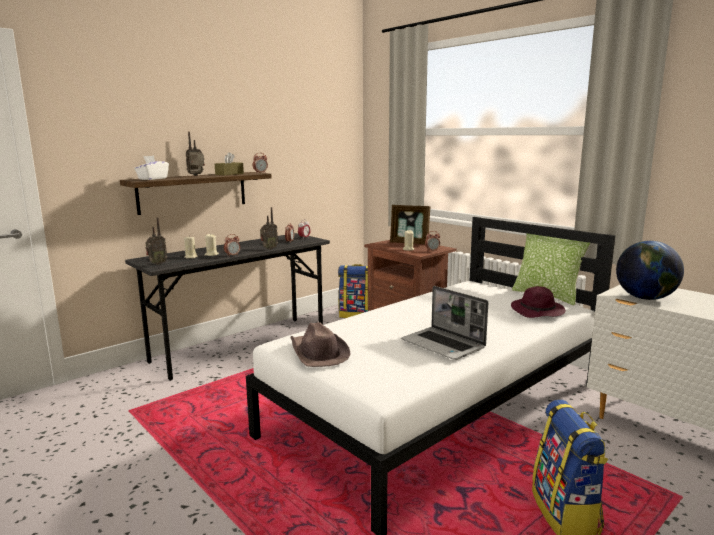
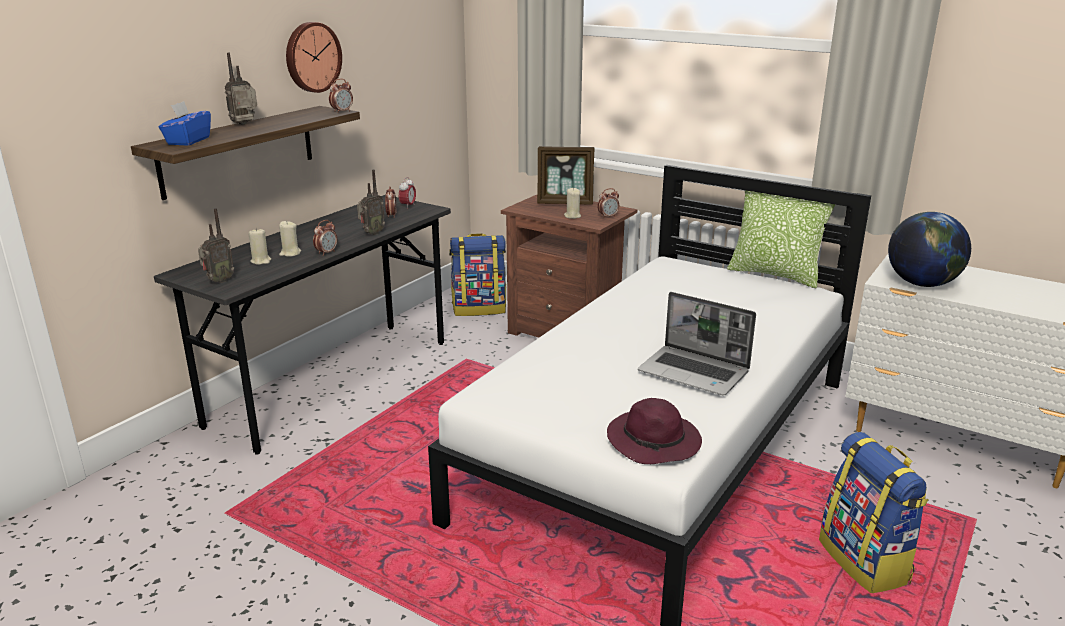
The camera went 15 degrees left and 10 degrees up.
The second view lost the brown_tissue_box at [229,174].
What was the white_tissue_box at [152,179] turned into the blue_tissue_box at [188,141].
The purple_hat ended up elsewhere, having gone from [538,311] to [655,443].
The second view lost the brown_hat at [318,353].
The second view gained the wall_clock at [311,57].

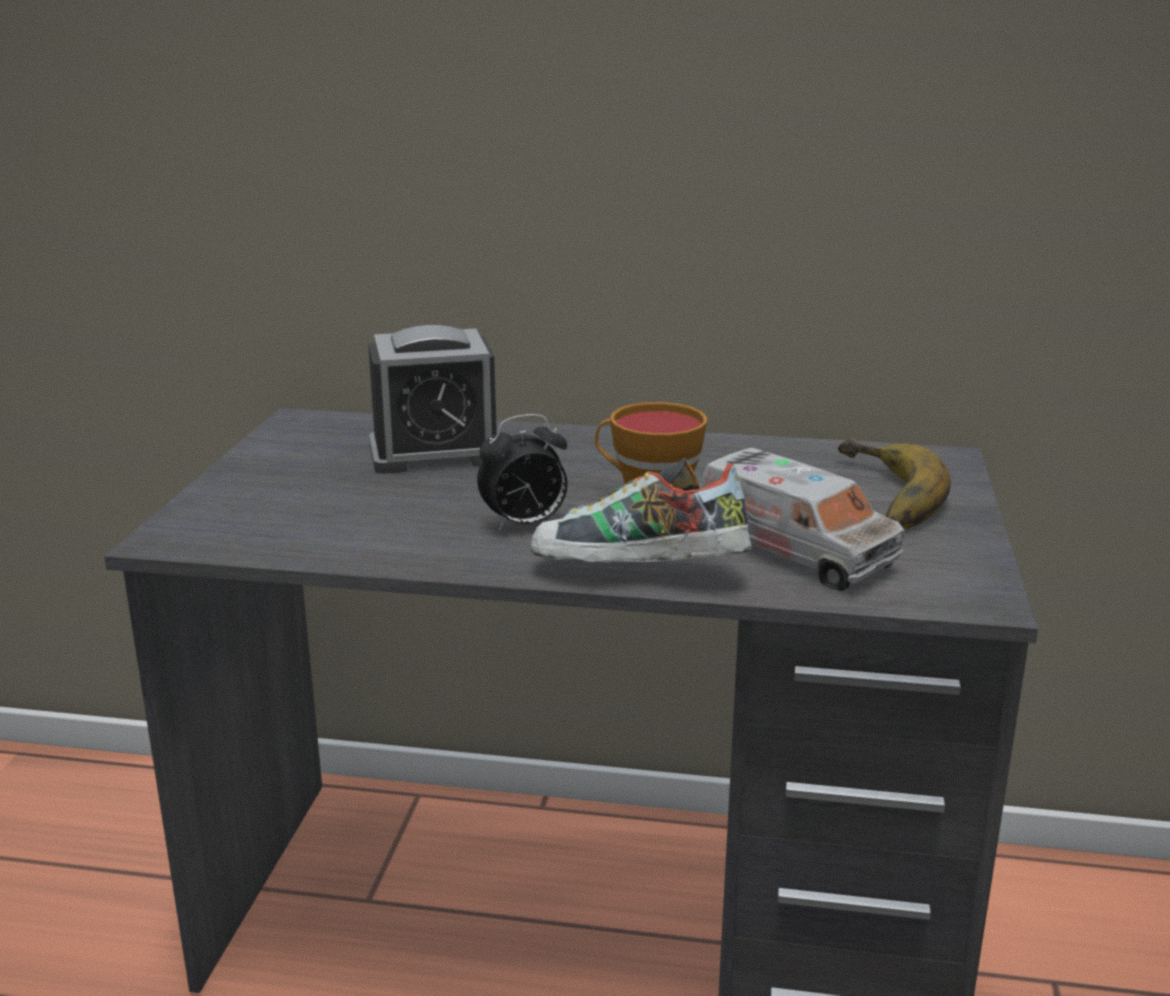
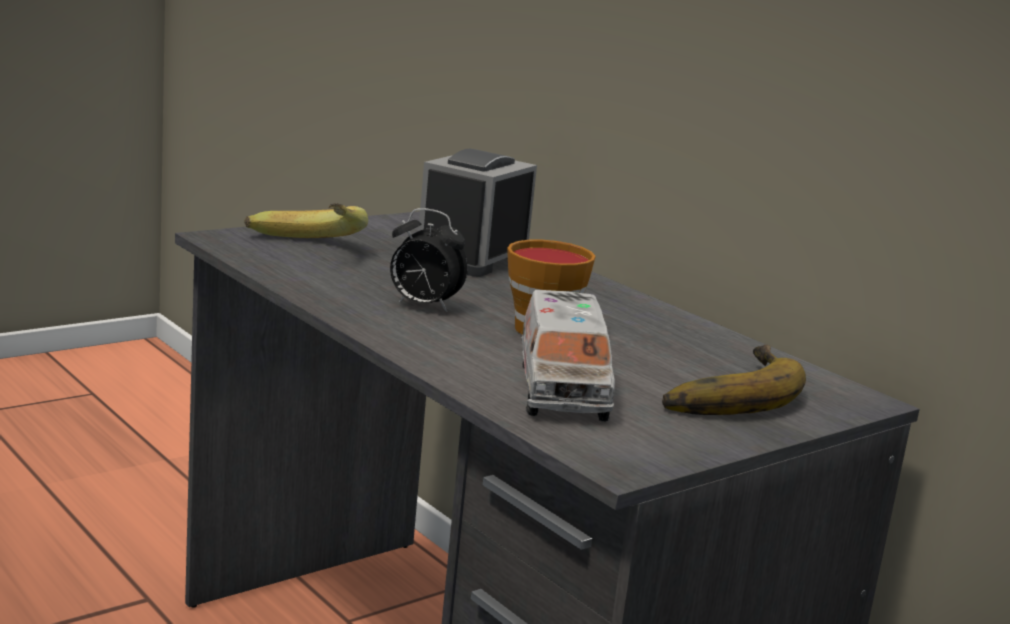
The camera went 40 degrees right and 5 degrees down.
The alarm_clock at [435,452] ended up facing another way, 90 degrees clockwise from before.
The second view lost the shoe at [638,575].
The second view gained the banana at [304,250].

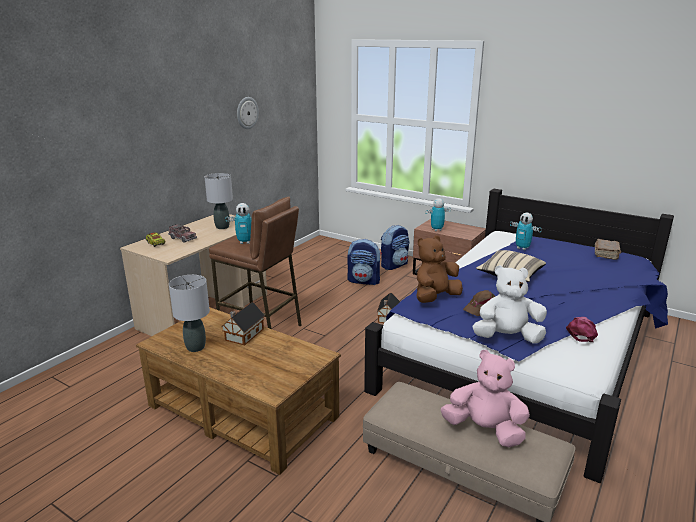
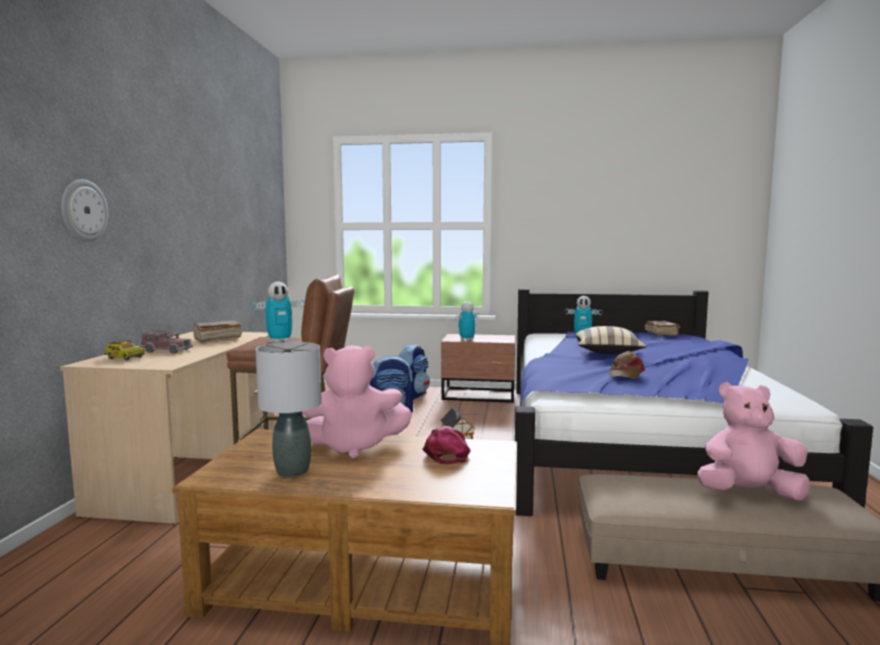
The camera went 25 degrees left and 15 degrees down.
The wall_clock ended up elsewhere, having gone from [247,113] to [83,210].
Where the grey_table_lamp stood at [222,227], the brown_book came to stand at [217,339].
The second view lost the brown_plush_toy at [435,298].
The second view lost the white_plush_toy at [507,337].
Where the toy_house stood at [243,335], the pink_plush_toy came to stand at [354,446].
The pink_cap ended up elsewhere, having gone from [582,332] to [447,453].

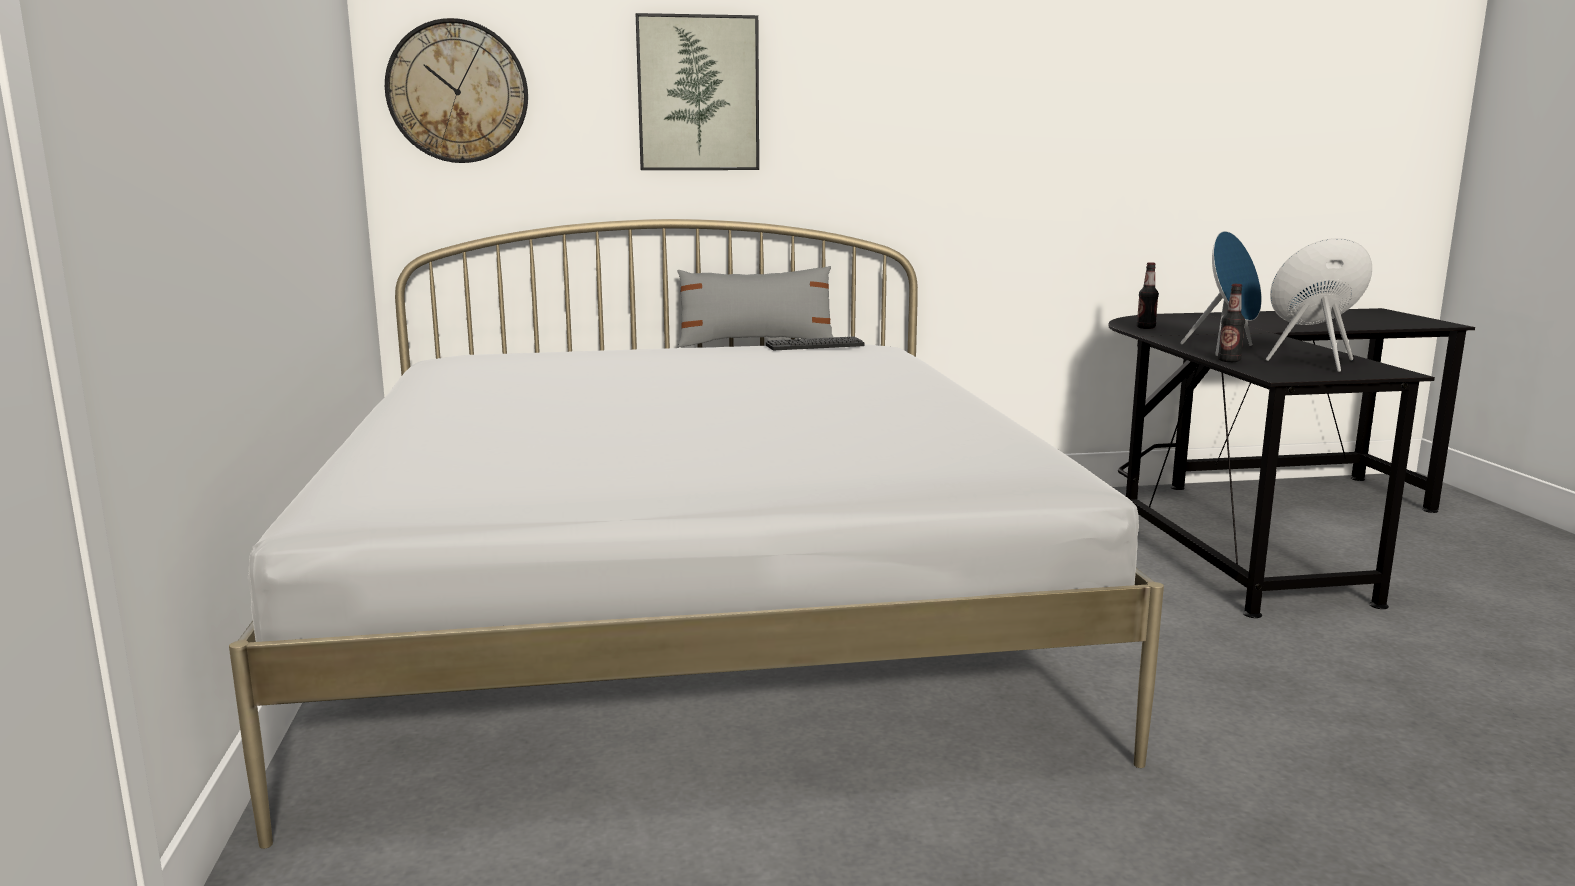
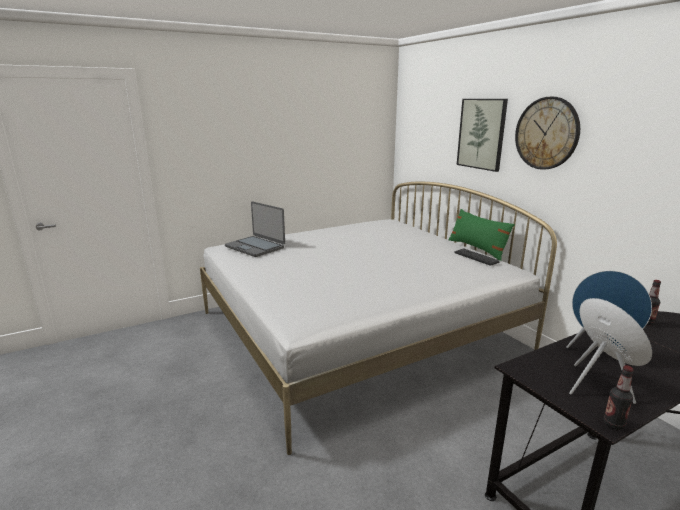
The camera went 70 degrees right and 5 degrees up.
The wall_clock ended up elsewhere, having gone from [457,92] to [546,133].
What was the grey_pillow at [756,343] turned into the green_pillow at [477,249].
The bottle ended up elsewhere, having gone from [1229,361] to [613,424].
The second view gained the laptop at [255,247].

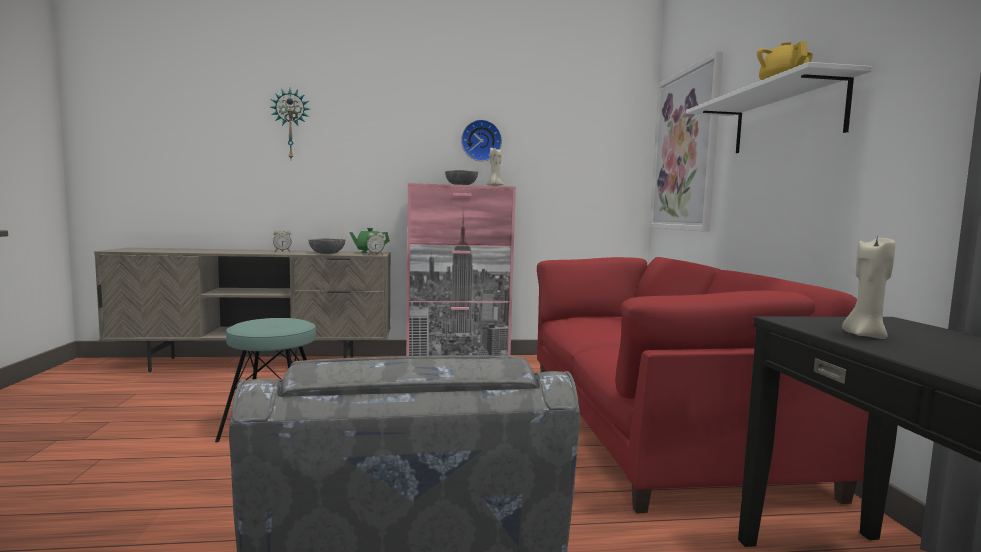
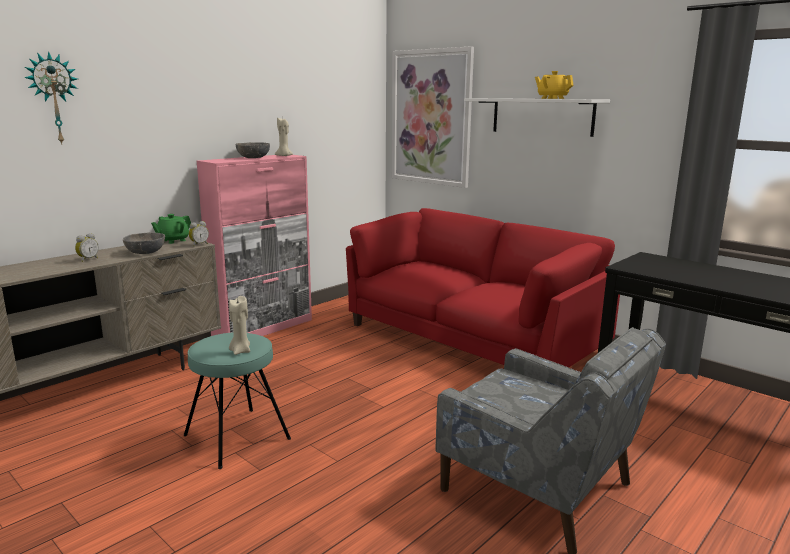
The camera went 40 degrees left and 10 degrees up.
The second view lost the wall_clock at [481,141].
The beige_candle ended up elsewhere, having gone from [864,335] to [240,351].

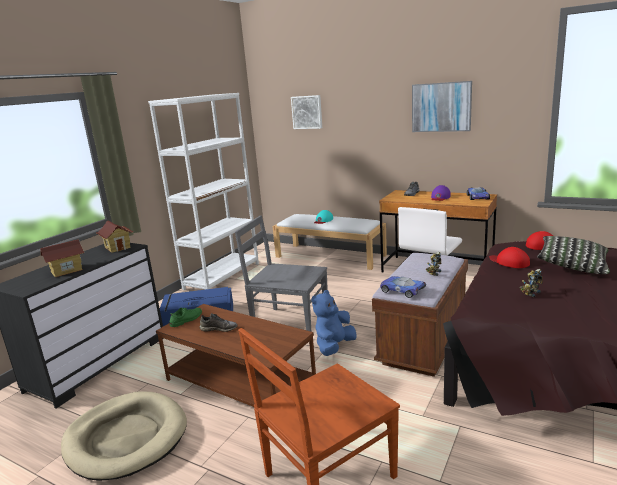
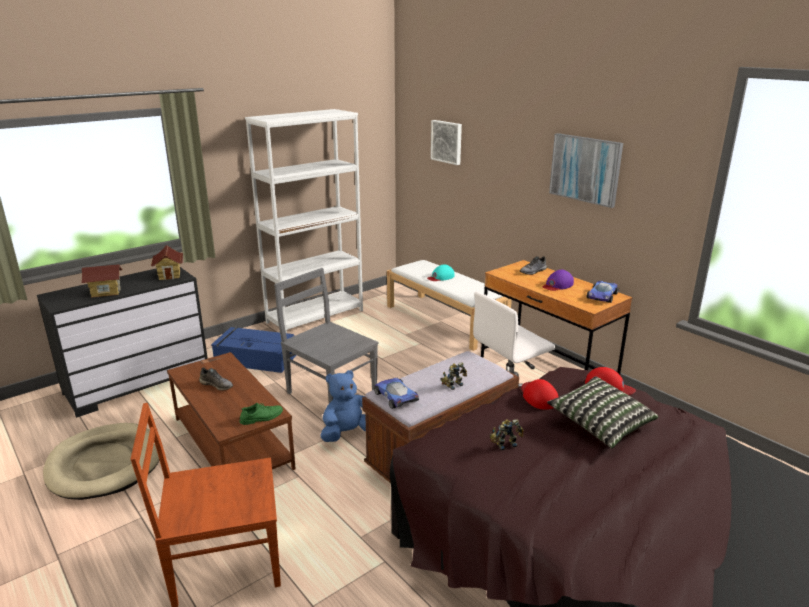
The camera went 20 degrees right and 5 degrees up.
The green_shoe ended up elsewhere, having gone from [186,319] to [261,417].

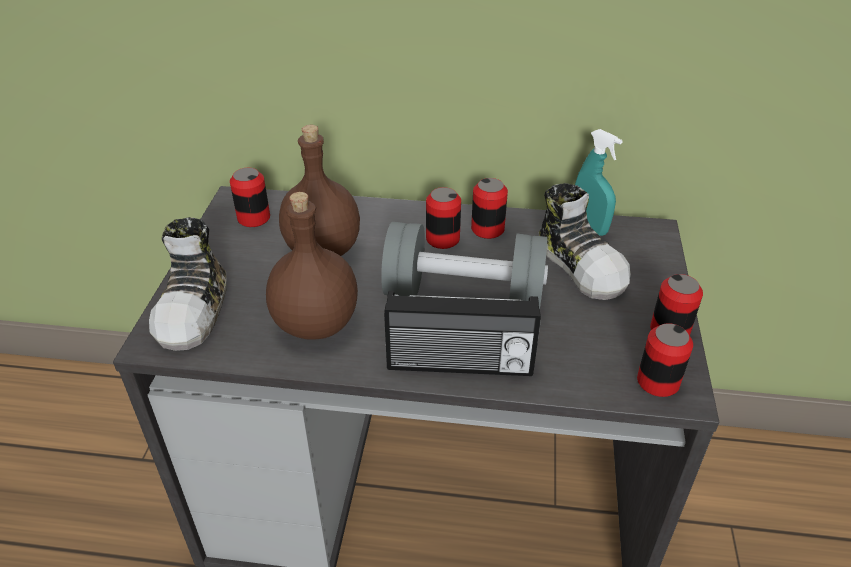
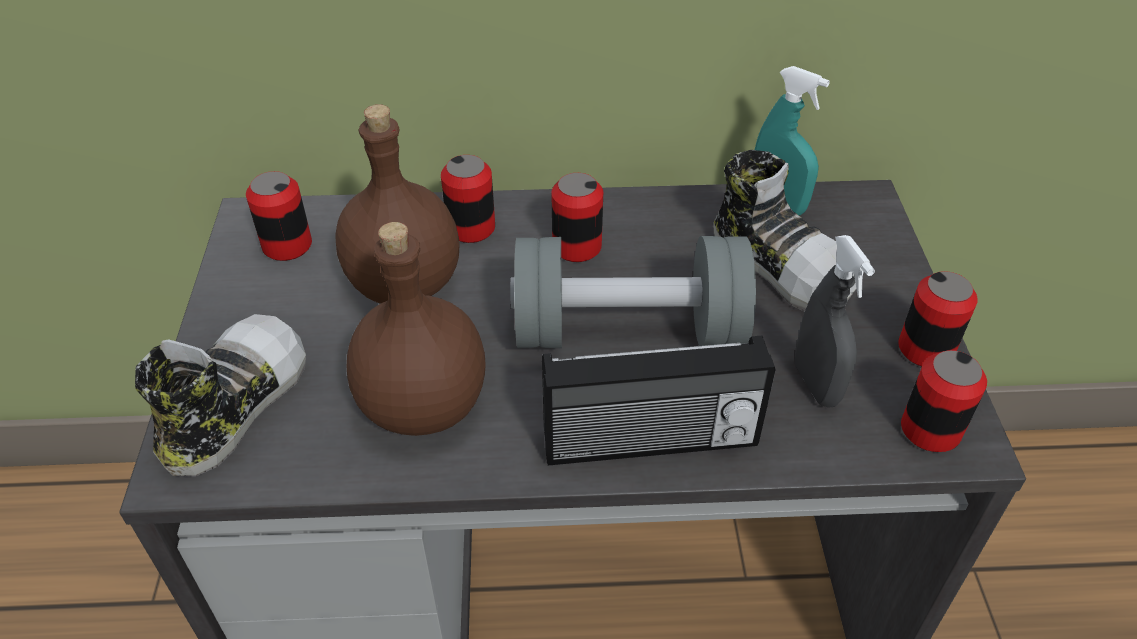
The camera went 10 degrees left and 5 degrees up.
The can ended up elsewhere, having gone from [487,229] to [471,228].
The shoe at [195,308] ended up facing another way, 150 degrees counterclockwise from before.
The second view gained the grey_spray_bottle at [816,384].

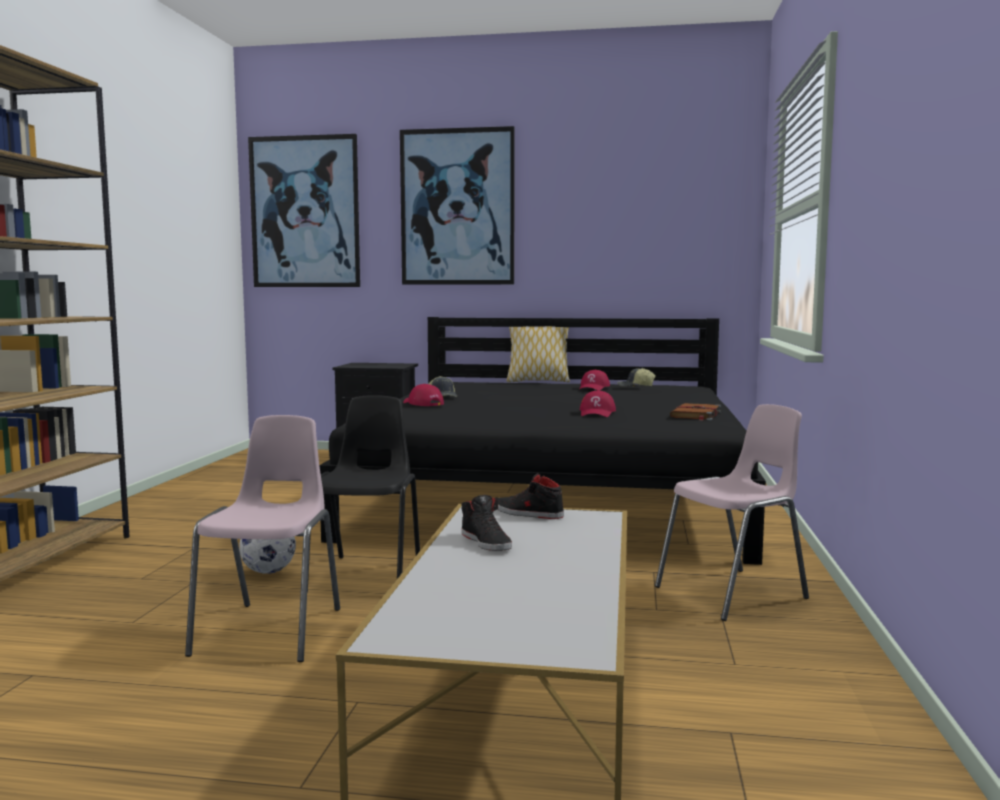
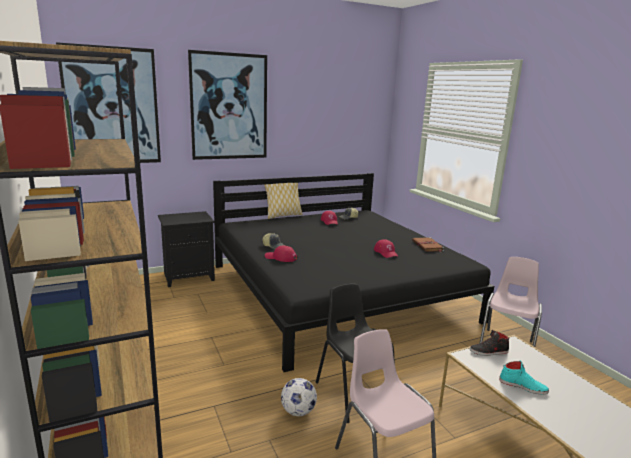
The camera went 35 degrees left and 10 degrees up.
What was the black_shoe at [486,542] turned into the turquoise_shoe at [523,386].

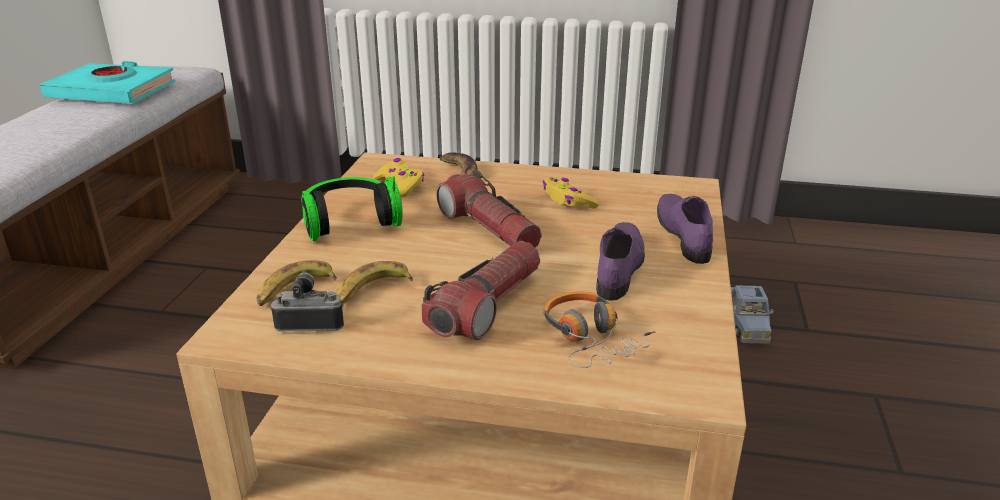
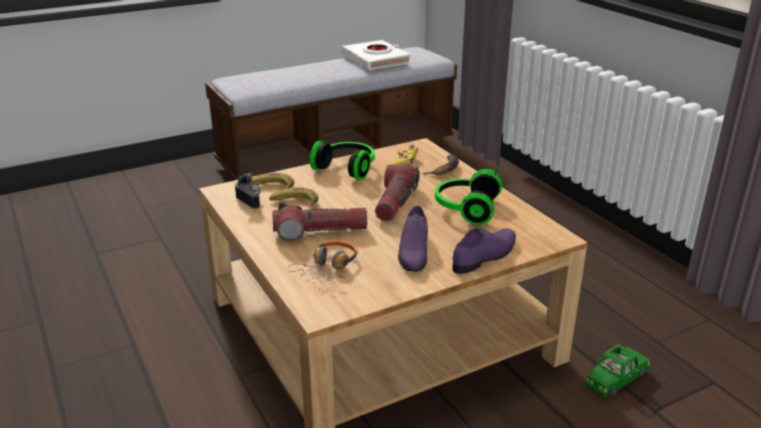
The camera went 50 degrees right and 0 degrees up.
What was the turquoise_book at [112,91] turned into the white_book at [376,60].
Where the yellow_game_controller stood at [568,200], the headphones came to stand at [465,209].
The purple_shoe at [620,266] ended up facing another way, 120 degrees clockwise from before.
What was the blue_toy_car at [745,323] turned into the green_toy_car at [616,378].

